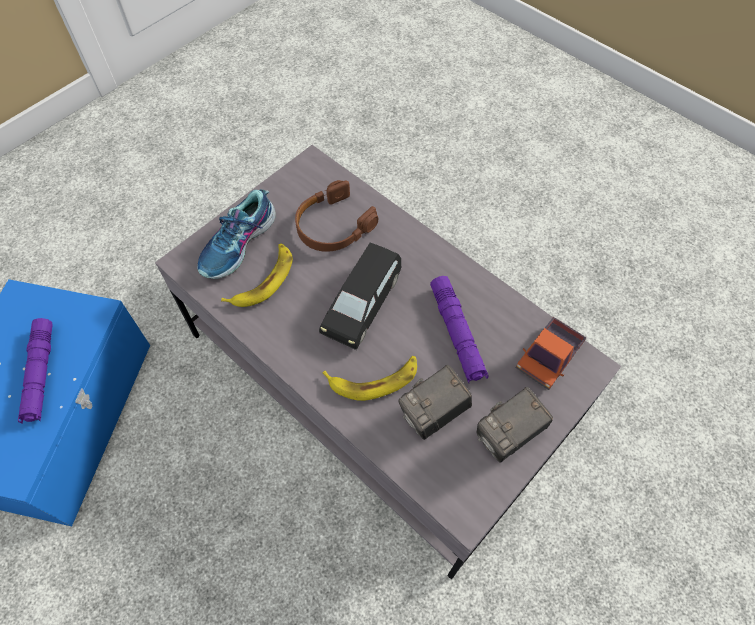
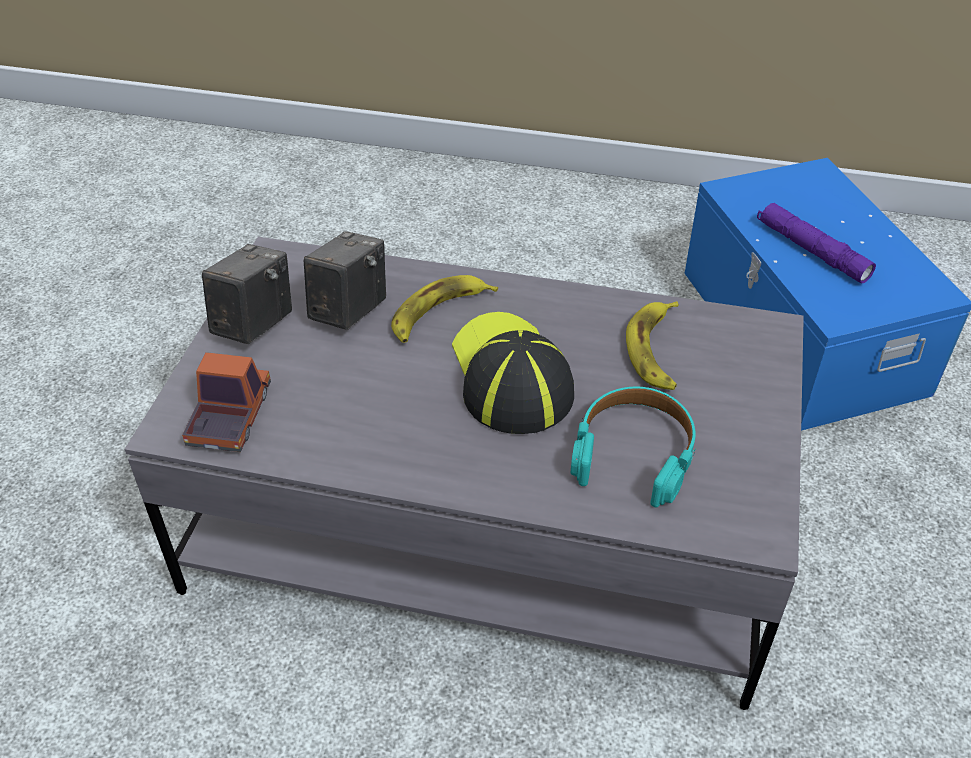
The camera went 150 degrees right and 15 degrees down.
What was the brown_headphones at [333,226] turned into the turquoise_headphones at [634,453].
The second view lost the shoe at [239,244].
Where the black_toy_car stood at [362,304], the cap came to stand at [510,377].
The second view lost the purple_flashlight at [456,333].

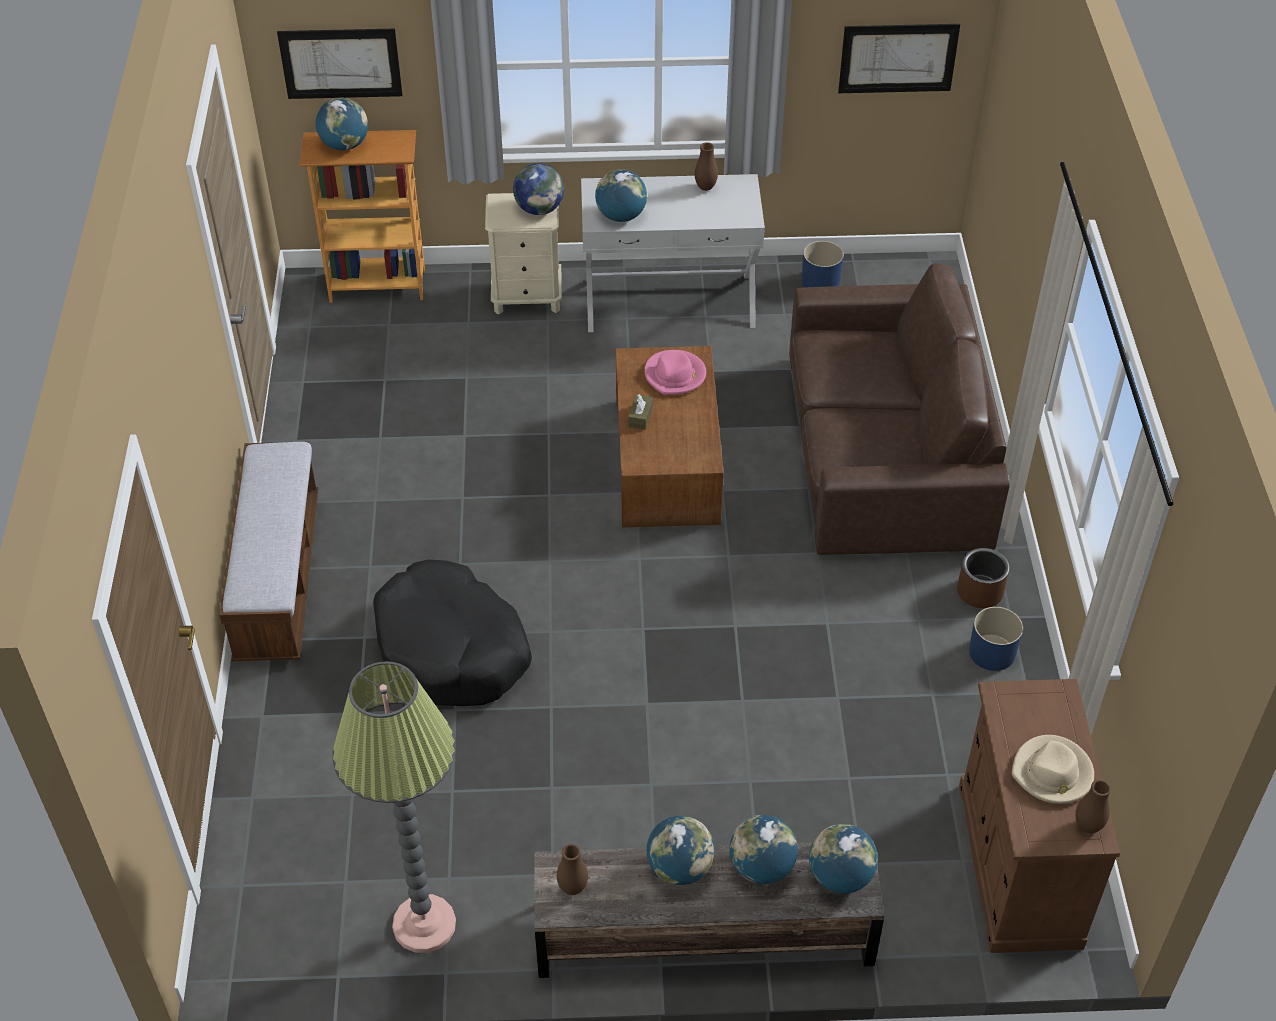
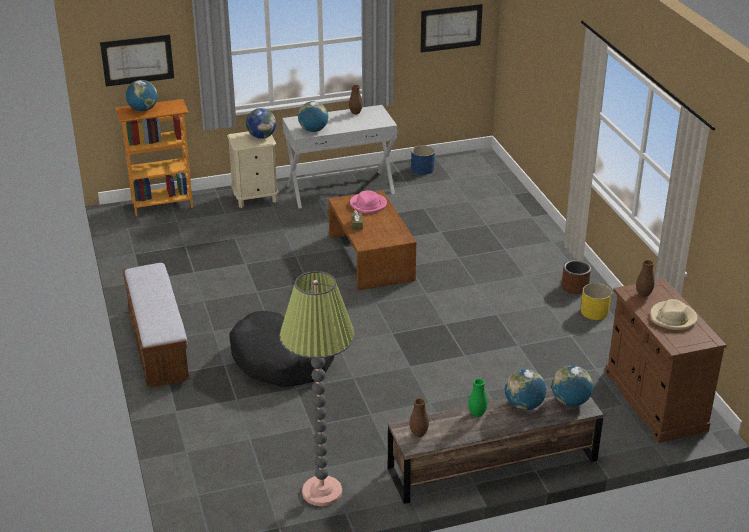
The camera went 15 degrees left and 15 degrees down.
The second view lost the brown_sofa at [884,451].
What was the blue_planter at [991,653] turned into the yellow_planter at [594,312].
The brown_vase ended up elsewhere, having gone from [1087,826] to [643,294].
Where the globe stood at [679,868], the green_vase came to stand at [477,414].

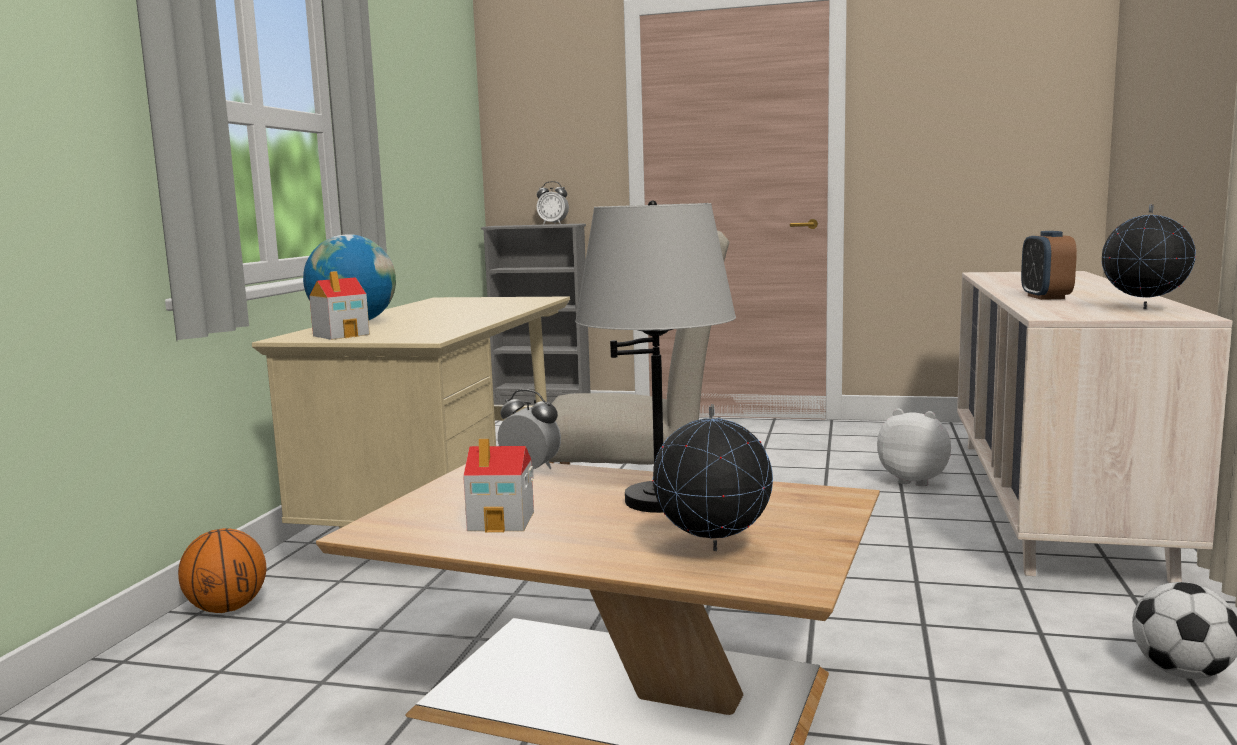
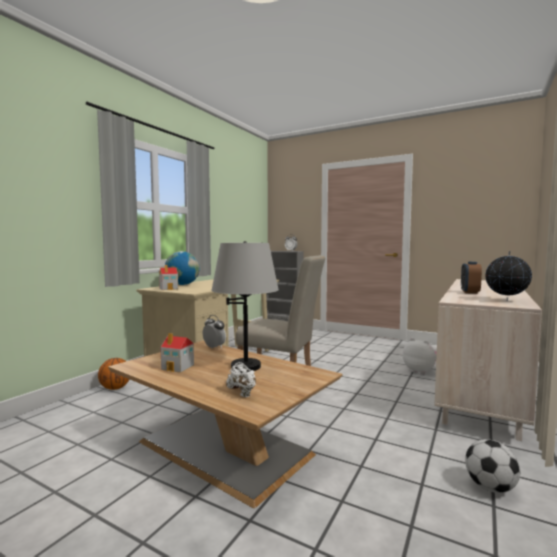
The camera went 15 degrees right and 5 degrees down.
Where the globe stood at [713,551], the white_shoe came to stand at [240,391].

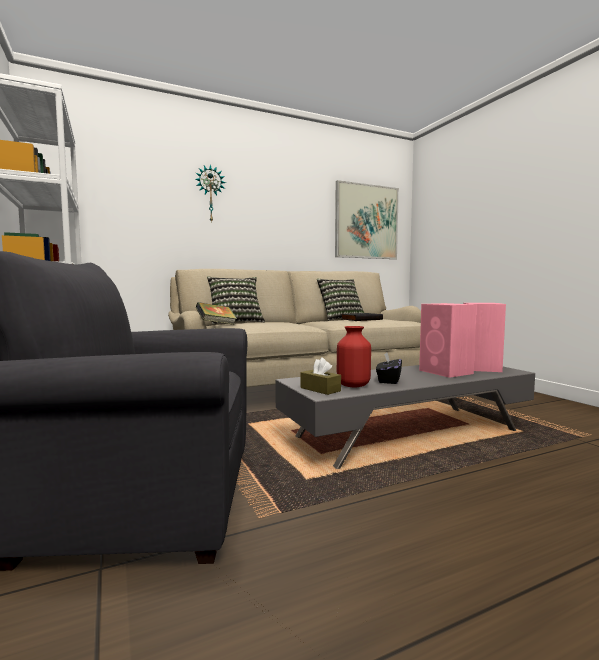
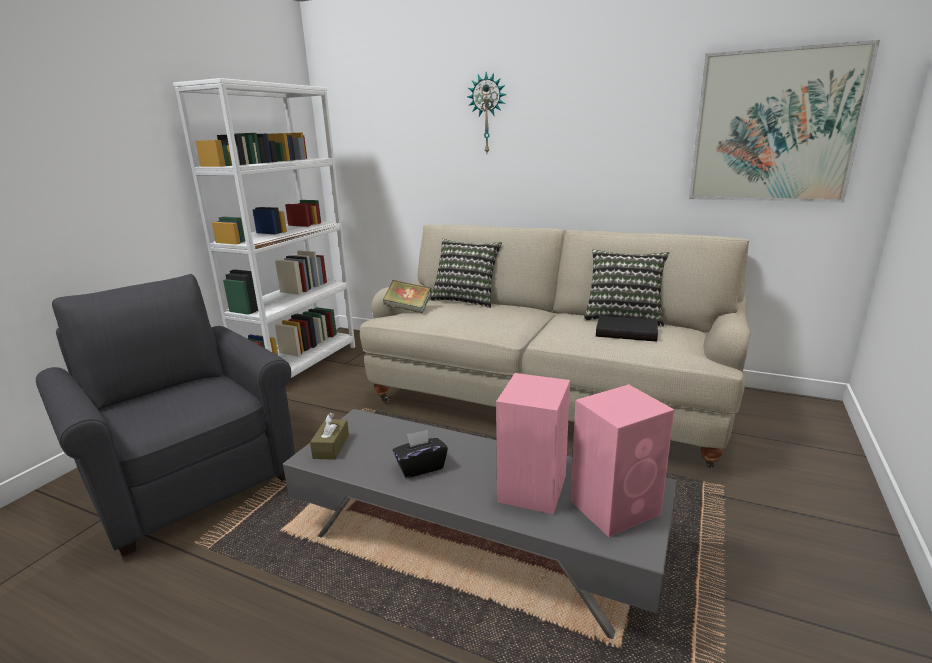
The camera went 50 degrees right and 15 degrees up.
The second view lost the red_vase at [353,385].

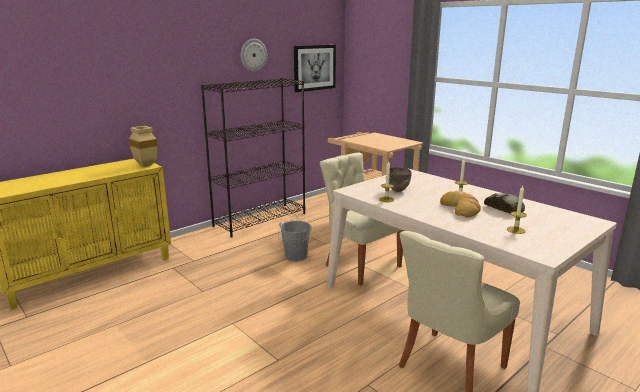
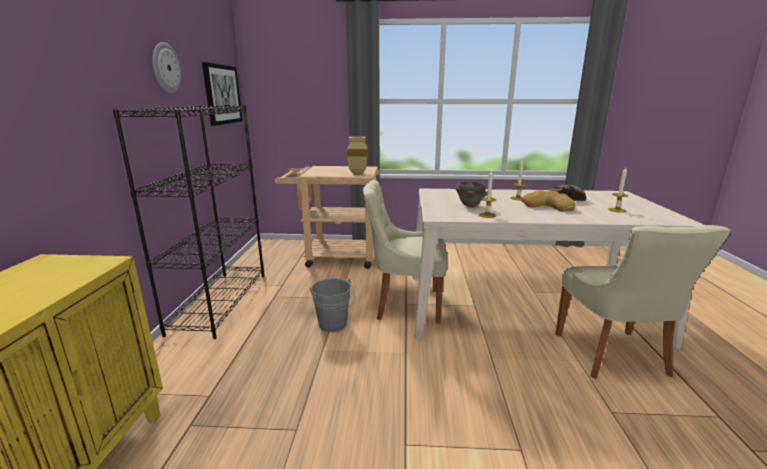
The camera went 45 degrees left and 0 degrees up.
The beige_vase ended up elsewhere, having gone from [144,165] to [356,174].

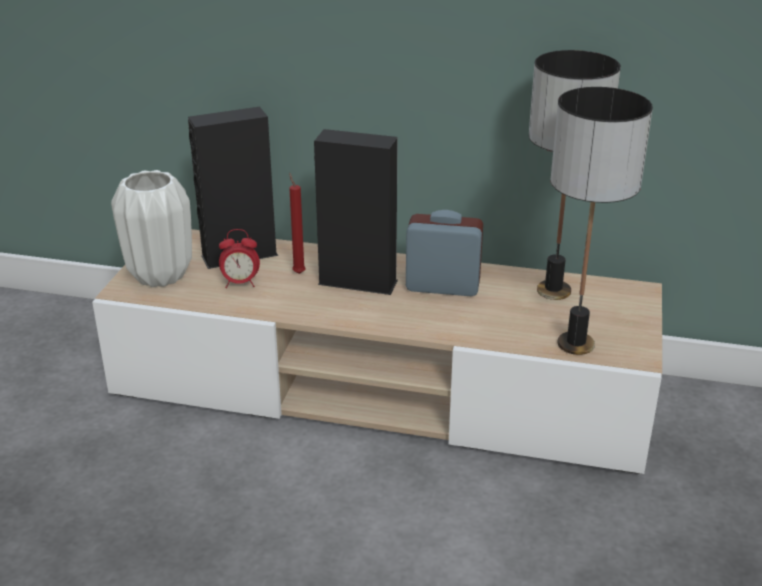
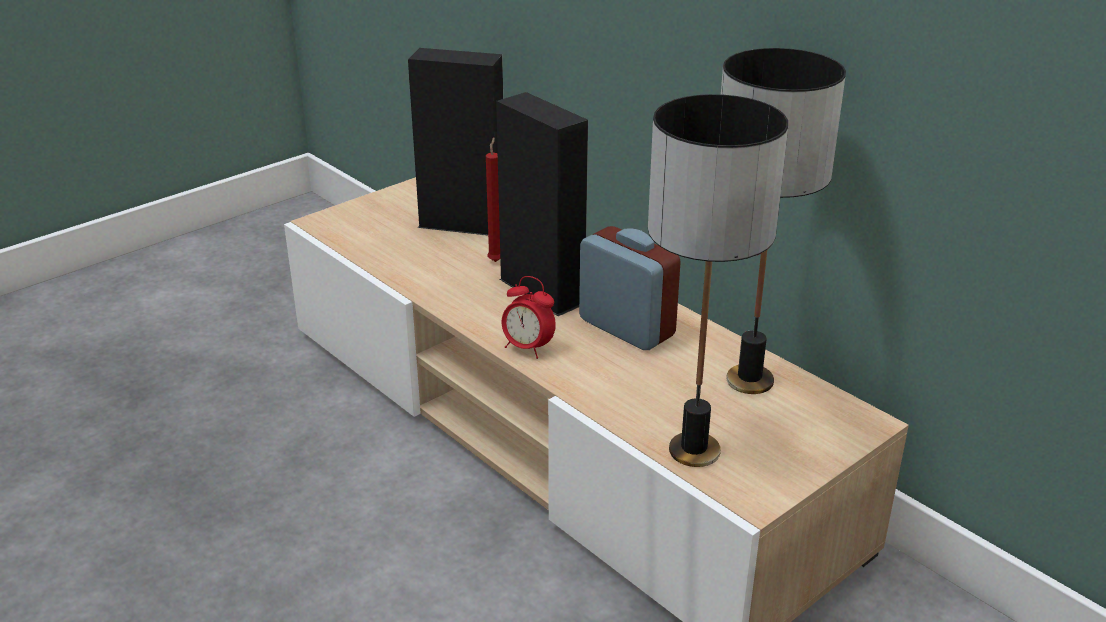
The camera went 35 degrees right and 0 degrees up.
The second view lost the white_vase at [159,276].
The alarm_clock ended up elsewhere, having gone from [240,283] to [528,348].

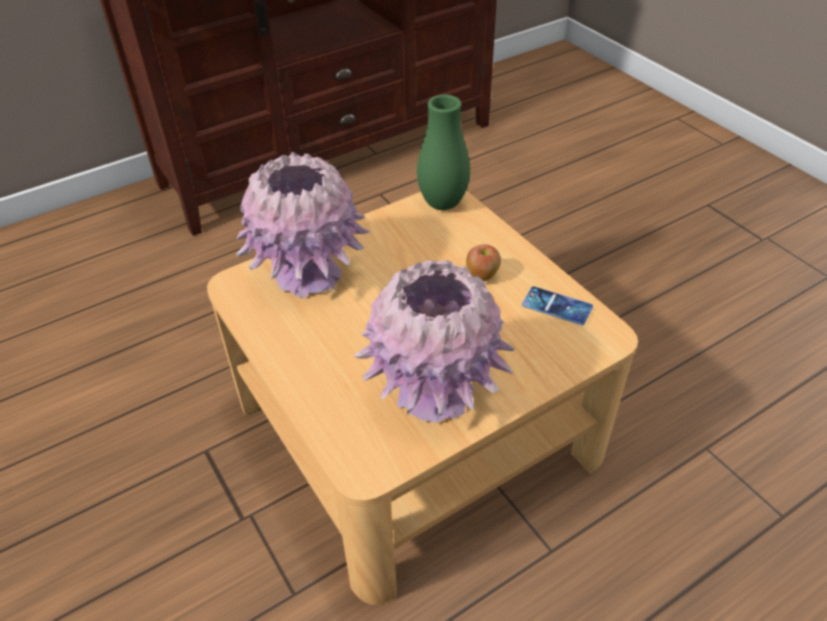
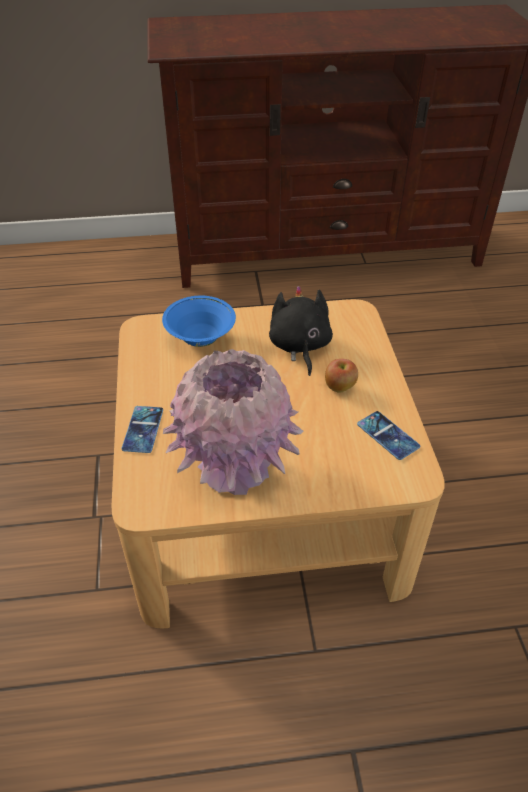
The camera went 25 degrees right and 0 degrees up.
The second view lost the green_vase at [442,203].
Where the pink_vase stood at [307,275], the blue_bowl came to stand at [200,339].
The second view gained the black_plush_toy at [299,346].
The second view gained the phone at [143,429].

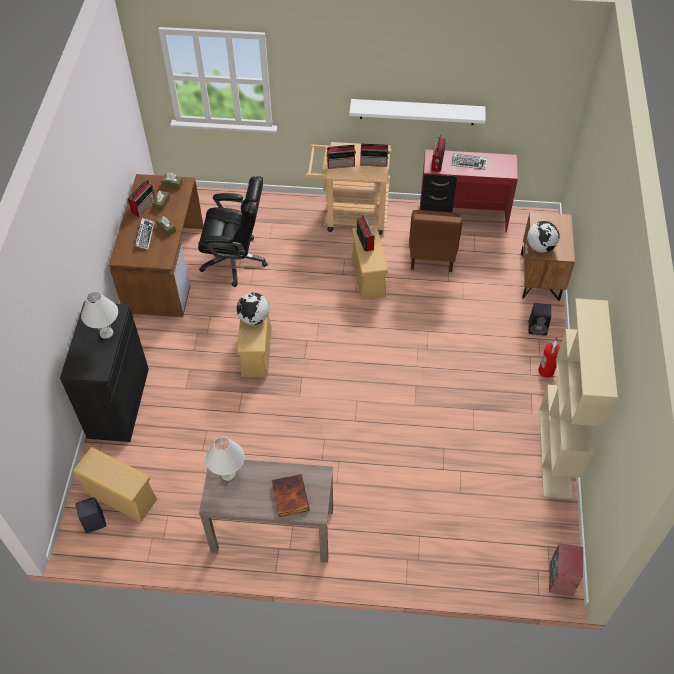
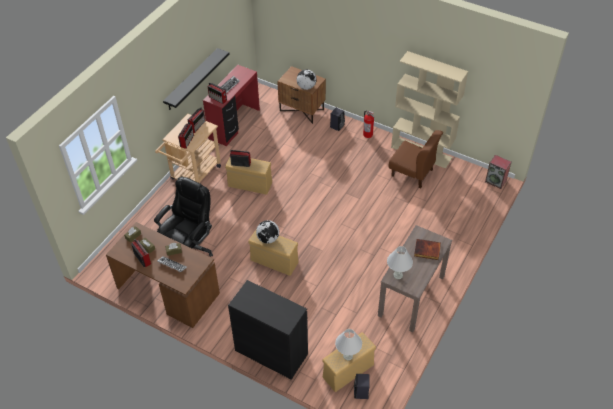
The camera went 65 degrees left and 5 degrees down.
What was the white_shelf at [417,112] turned into the black_shelf at [192,80].
The brown_chair ended up elsewhere, having gone from [432,253] to [412,173].
The white_table_lamp ended up elsewhere, having gone from [106,333] to [348,356].

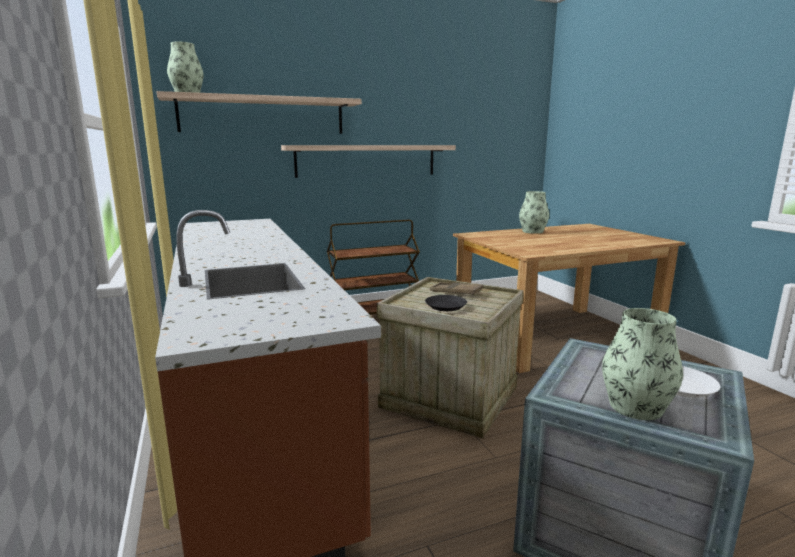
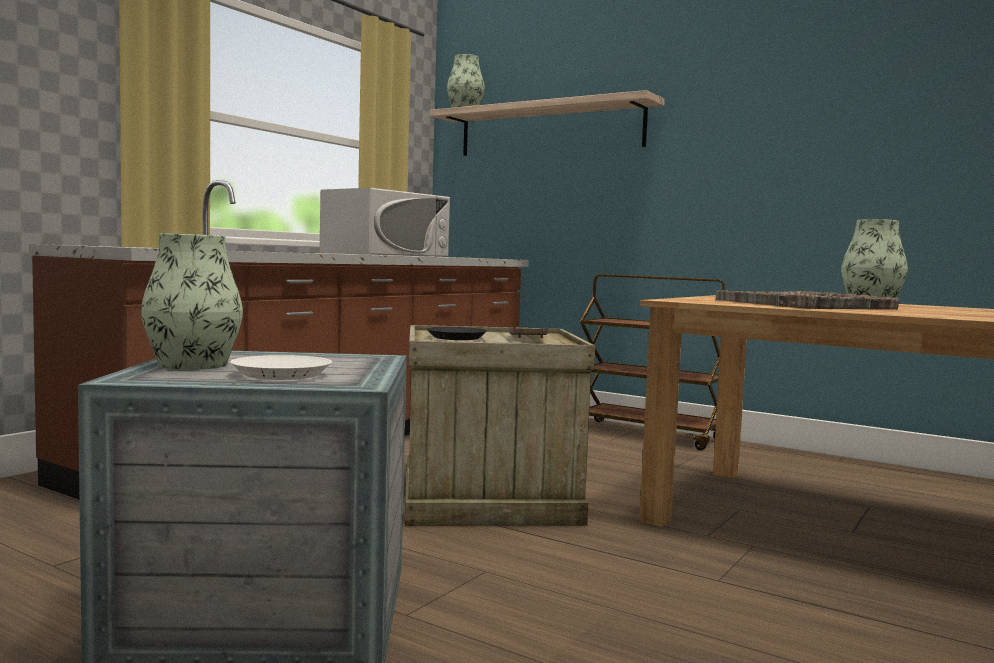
The camera went 55 degrees right and 10 degrees down.
The second view lost the shelf at [367,160].
The second view gained the white_microwave at [385,254].
The second view gained the grey_tray at [803,304].

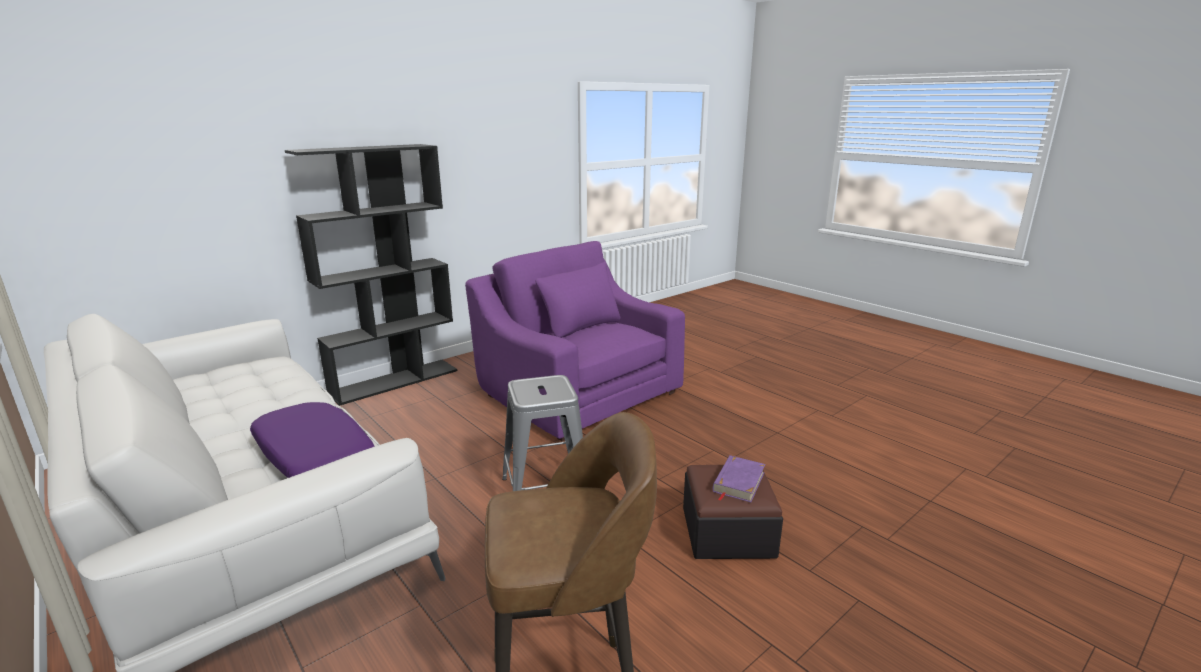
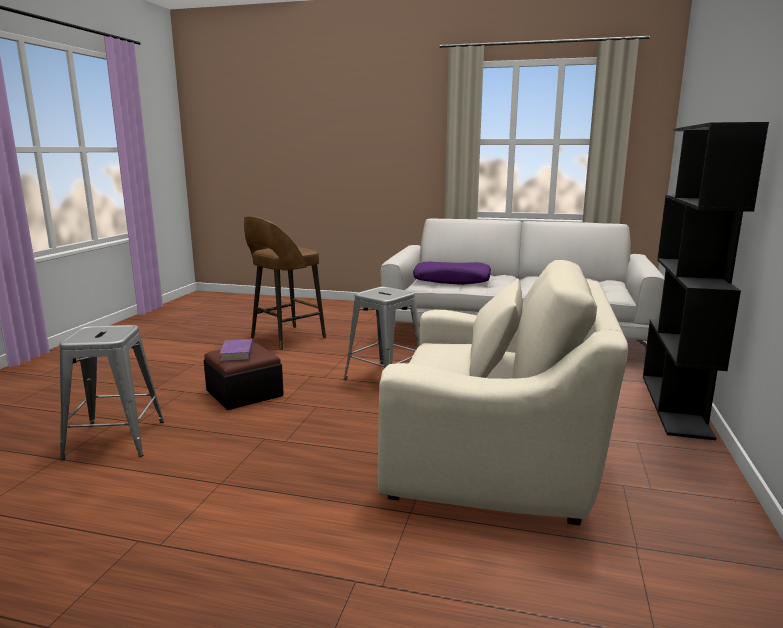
The camera went 145 degrees right and 5 degrees down.
What was the purple_armchair at [578,392] turned into the beige_armchair at [496,456].
The second view gained the grey_stool at [115,440].

